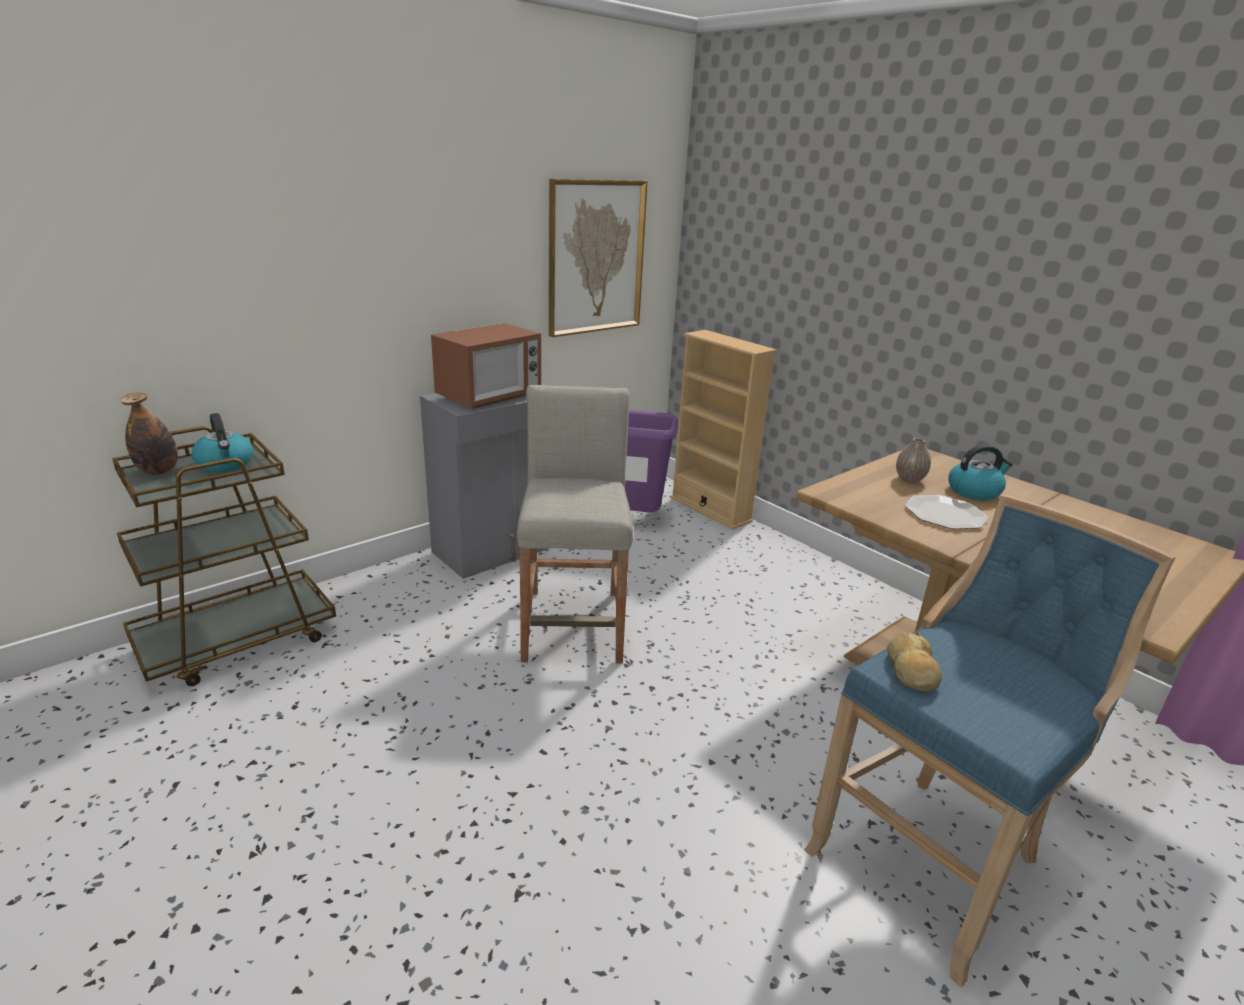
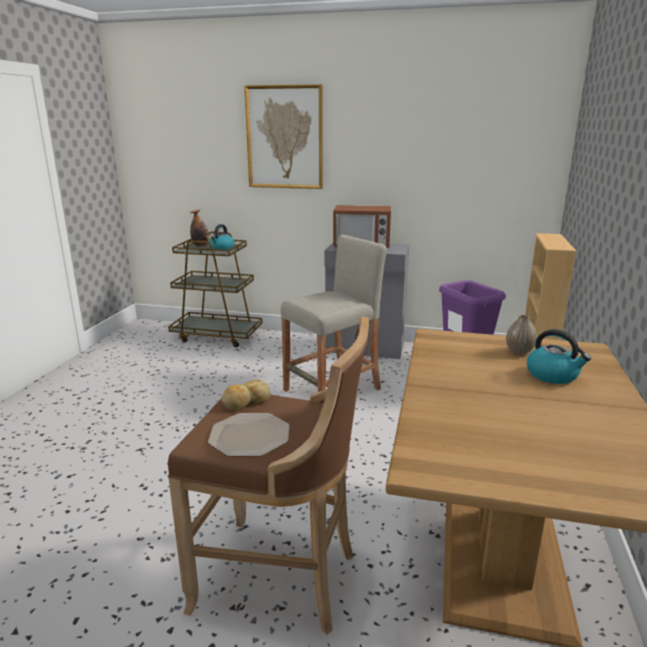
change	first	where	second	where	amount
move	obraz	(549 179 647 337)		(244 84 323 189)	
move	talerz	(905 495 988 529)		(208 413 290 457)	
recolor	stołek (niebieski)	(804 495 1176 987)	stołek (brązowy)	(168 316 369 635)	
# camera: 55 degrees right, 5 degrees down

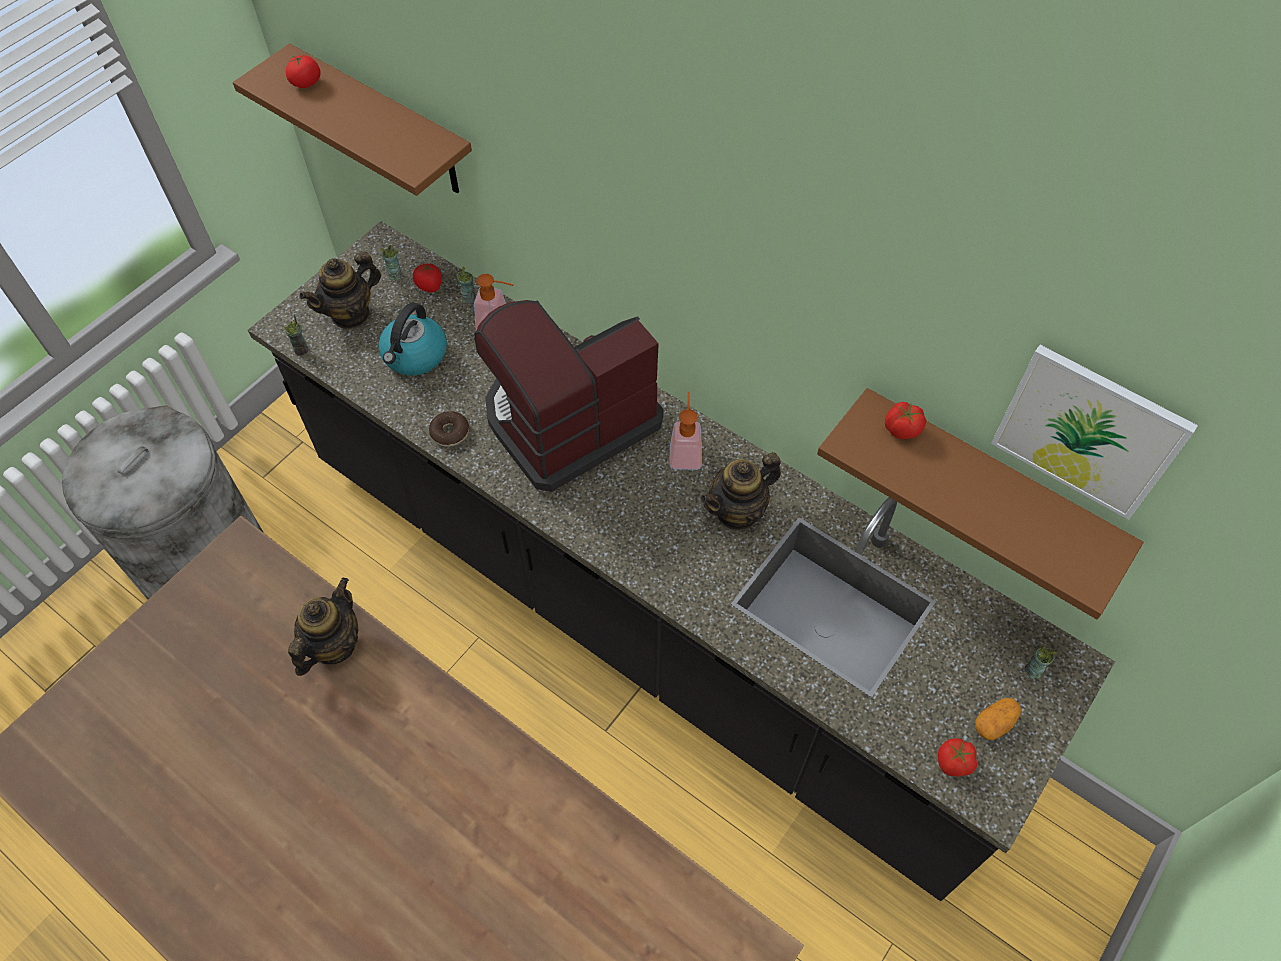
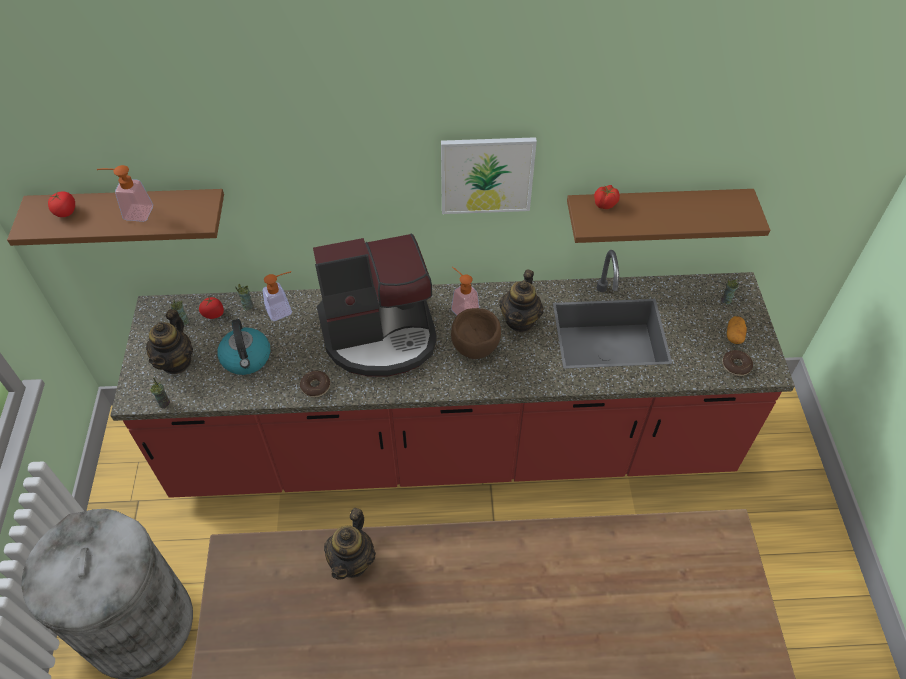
change	first	where	second	where	amount
insert			dozownik mydła	(97 165 153 222)	
insert			miska (brązowy)	(451 308 501 359)	
move	obraz	(991 345 1198 520)		(441 137 537 214)	
replace	pomidor	(938 738 977 777)	donut	(722 350 753 376)	
recolor	zabudowa kuchenna (czarny)	(248 221 1115 901)	zabudowa kuchenna (czerwony)	(110 250 795 498)	
rotate	imbryk	(288 578 358 676)		(324 508 376 580)	150 degrees counterclockwise
rotate	ekspres do kawy	(474 300 664 492)		(313 233 437 377)	120 degrees counterclockwise
# camera: 40 degrees left, 5 degrees down

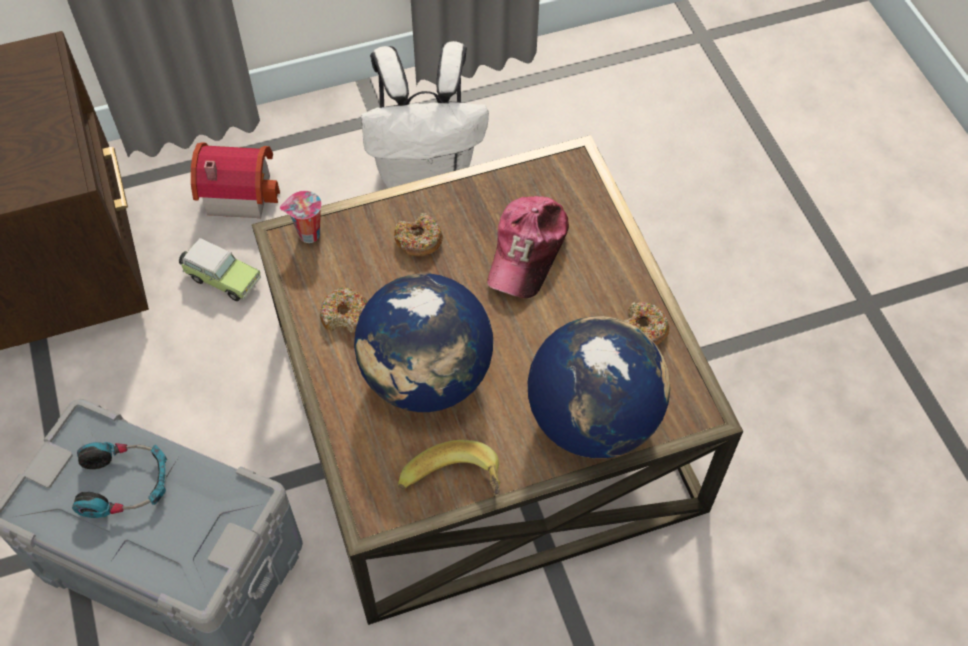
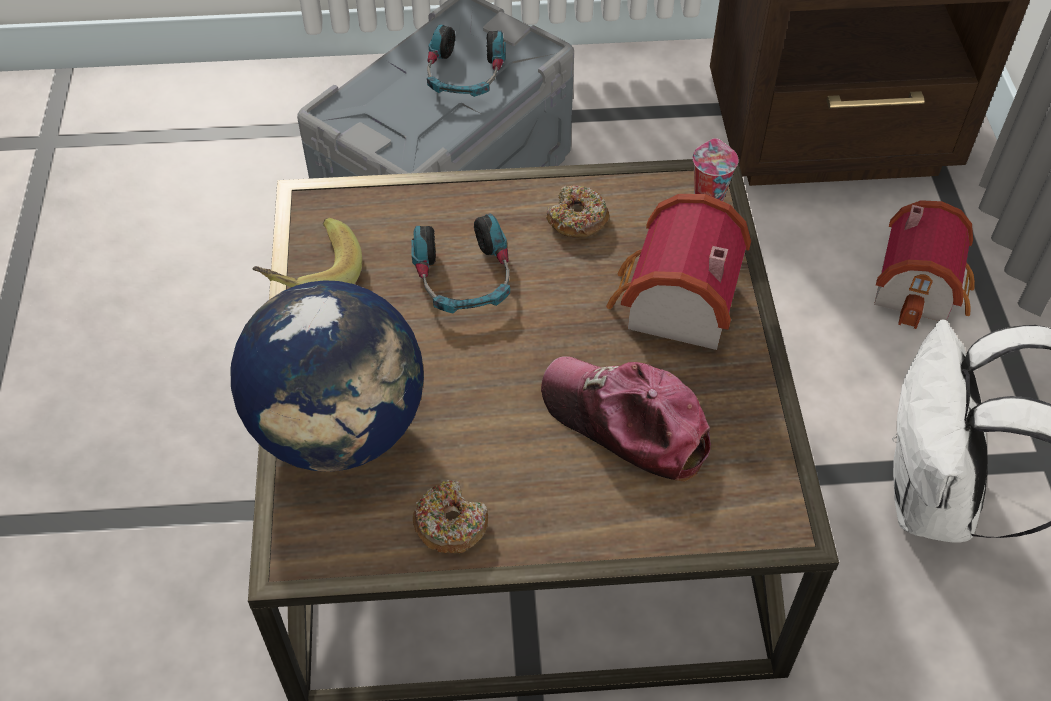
change	first	where	second	where	amount
delete	samochodzik	(179 238 261 301)			
replace	globus	(354 273 493 412)	słuchawki	(411 214 510 314)	
replace	donut	(394 213 443 257)	domek	(606 194 751 350)	
# camera: 105 degrees right, 5 degrees down

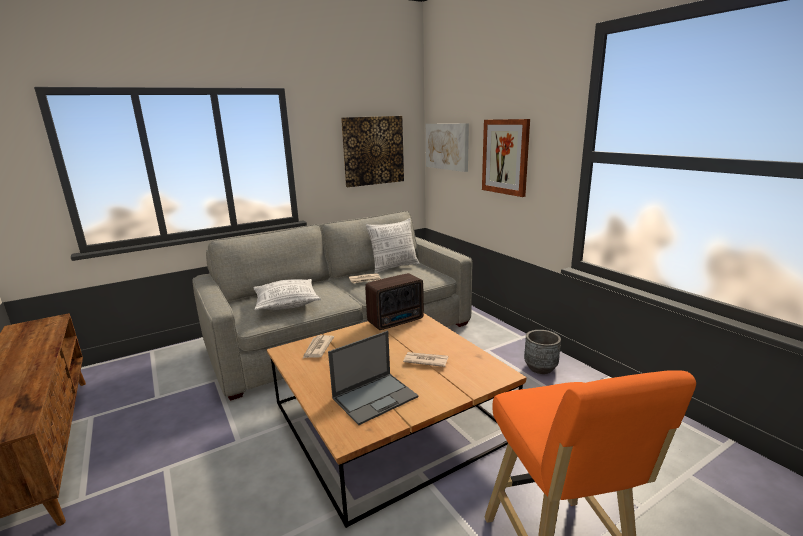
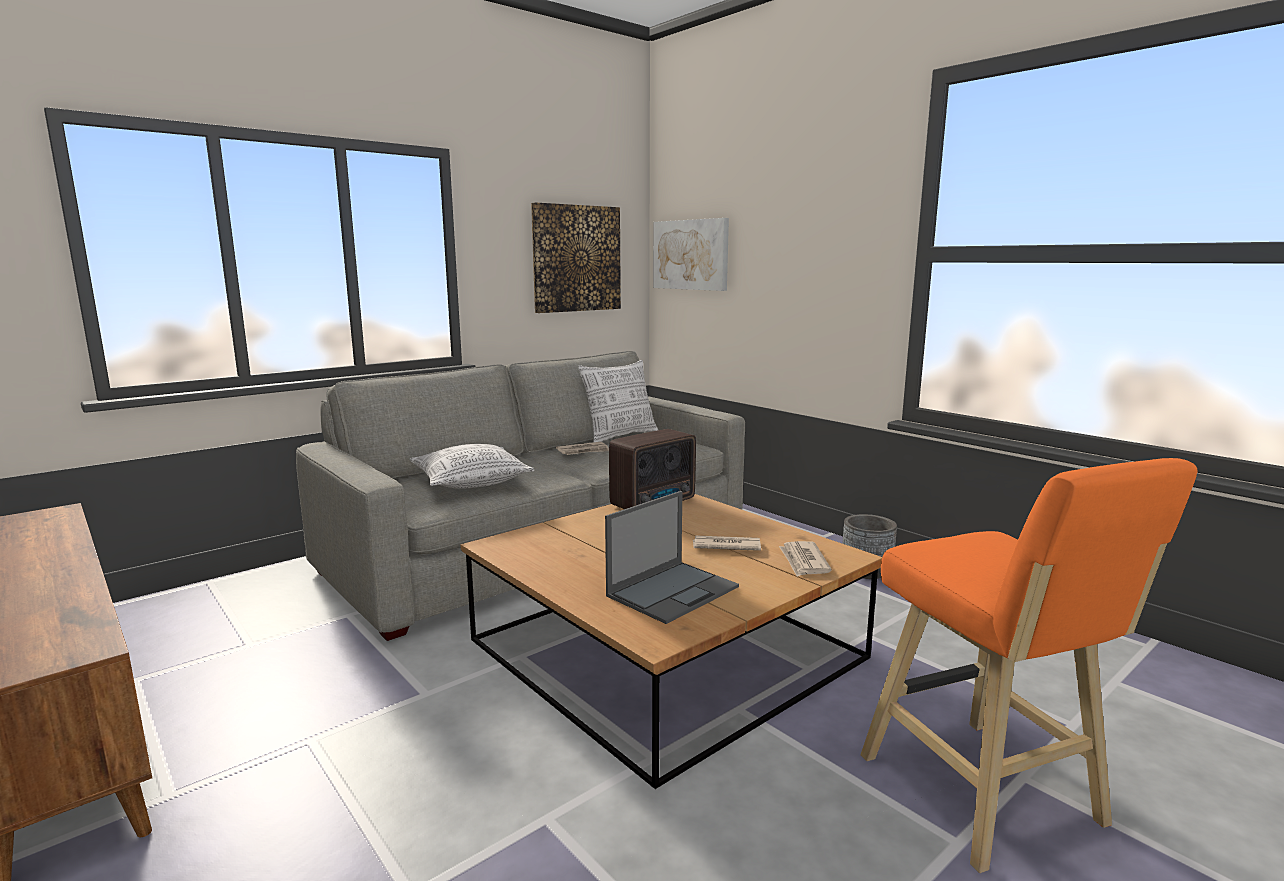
change	first	where	second	where	amount
delete	obraz	(482 119 530 197)			
move	gazeta	(303 335 334 358)		(779 541 832 577)	
# camera: 10 degrees left, 5 degrees down

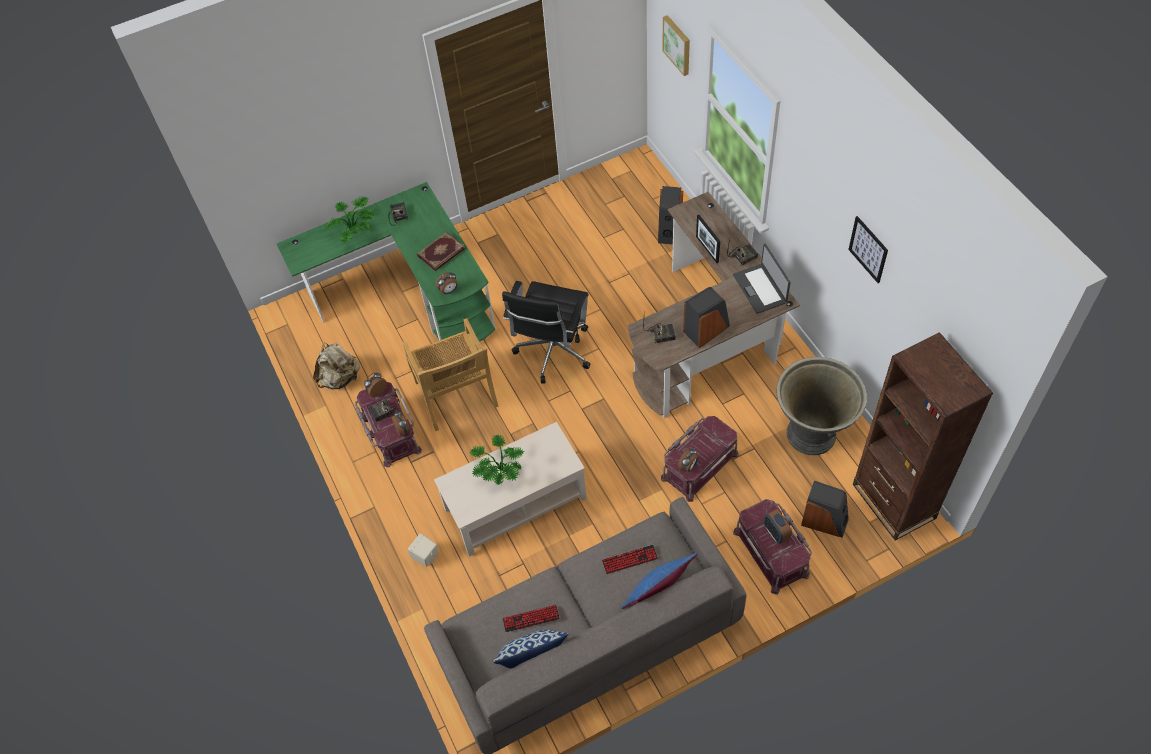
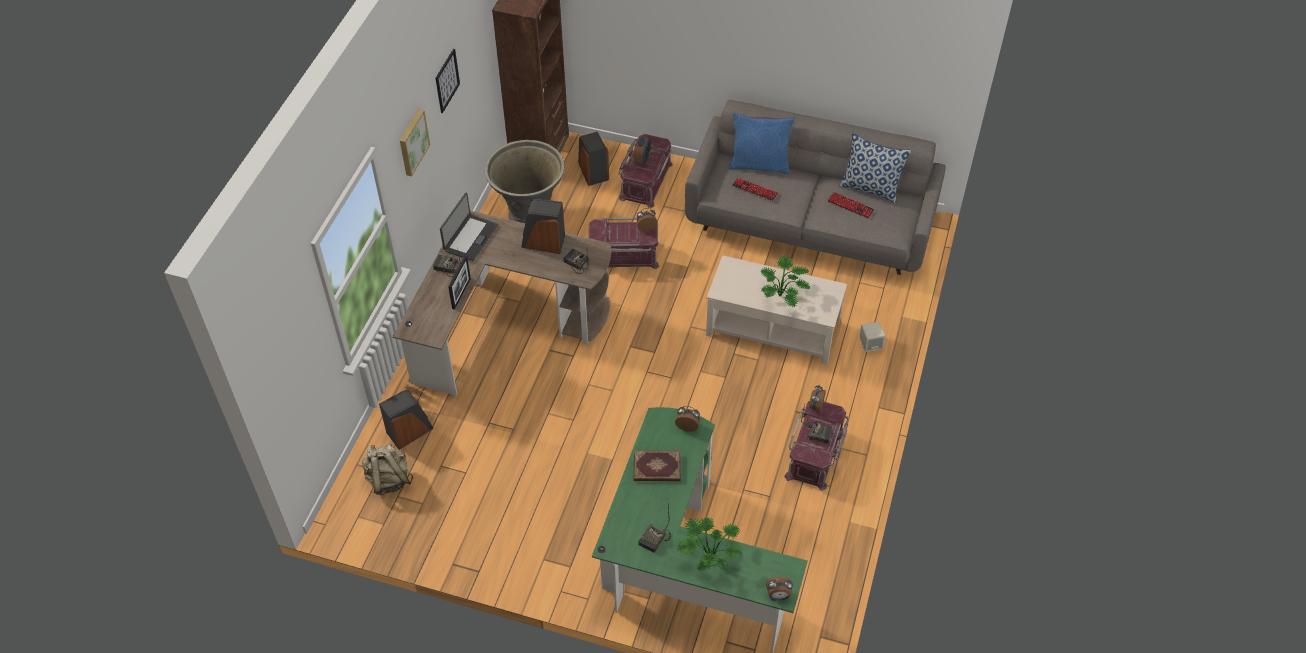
change	first	where	second	where	amount
delete	krzesło (beżowy)	(402 318 499 431)			
delete	krzesło biurowe (czarny)	(502 281 590 384)			
move	plecak (beżowy)	(313 342 360 389)		(362 444 413 495)	
move	budzik	(364 372 387 397)		(766 577 793 600)	
move	obraz	(662 15 690 76)		(400 109 430 176)	
# camera: 140 degrees left, 5 degrees down

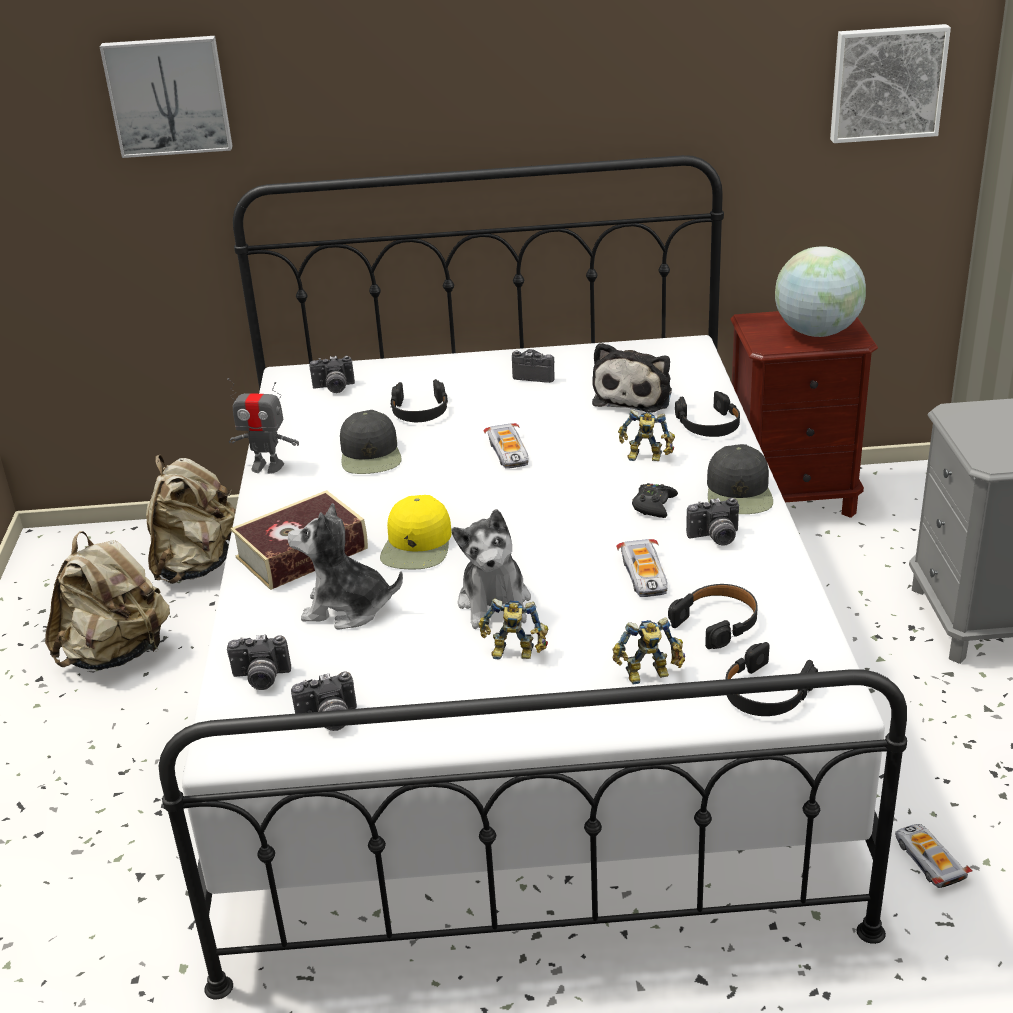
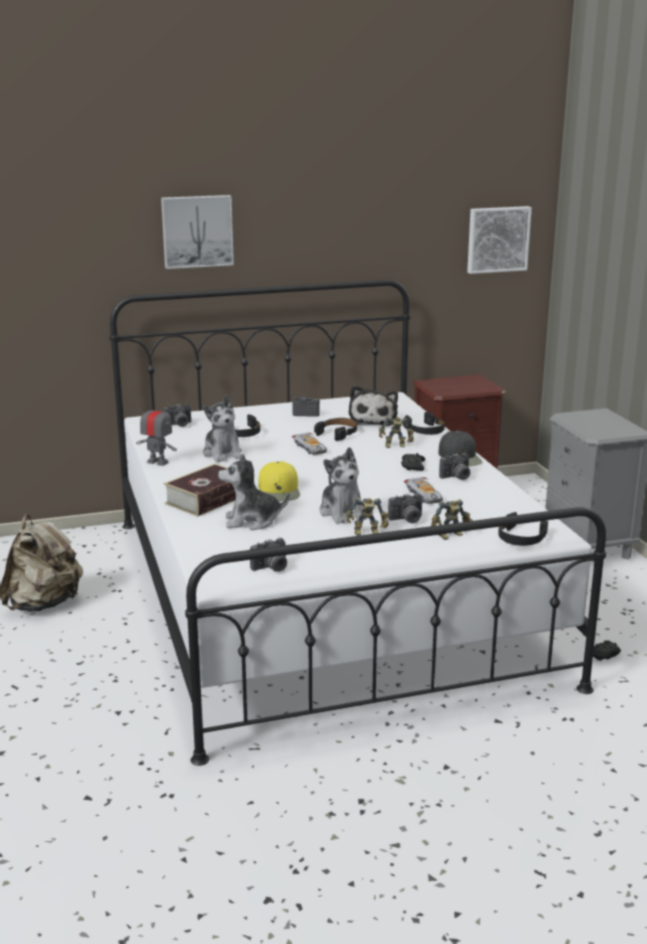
change	first	where	second	where	amount
delete	plecak (beżowy)	(146 455 236 584)			
delete	globus	(775 246 866 337)			
move	obraz	(99 36 233 158)		(161 195 234 269)	
move	aparat fotograficzny	(227 634 291 690)		(388 493 422 523)	
move	słuchawki (czarny)	(668 584 758 649)		(314 418 357 441)	
replace	czapka z daszkiem (czarny)	(340 410 401 474)	pluszak	(203 395 242 462)	
replace	samochodzik	(895 824 972 888)	pad do gier (czarny)	(593 640 621 660)	
rotate	robot zabawkowy	(227 378 299 474)		(136 400 177 466)	150 degrees counterclockwise
# camera: 15 degrees left, 10 degrees down

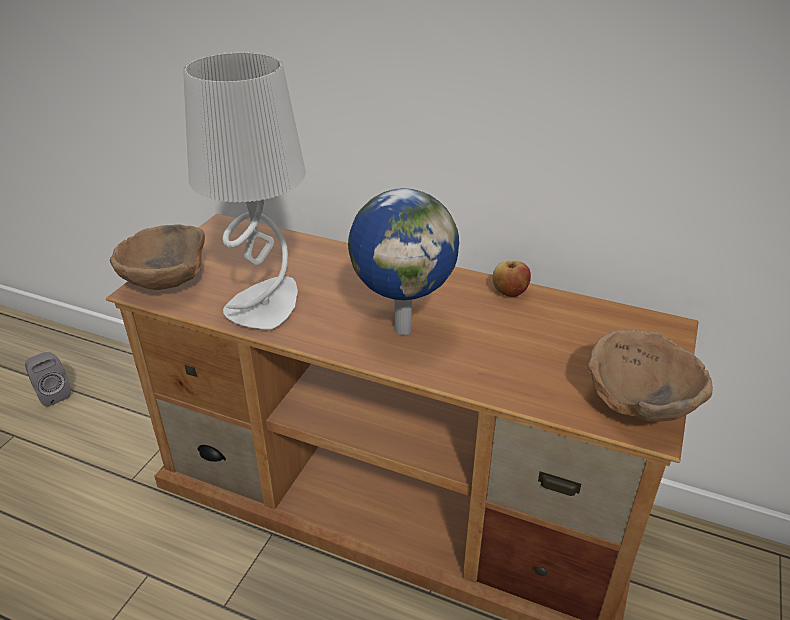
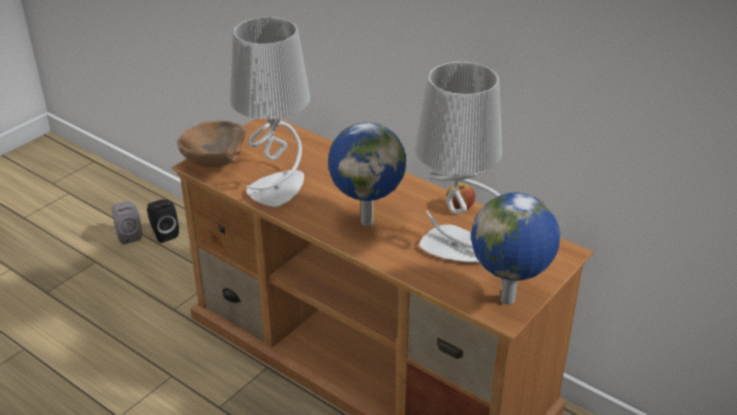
change	first	where	second	where	amount
insert			głośnik (czarny)	(147 199 179 243)	
insert			lampa stołowa (szary)	(415 61 502 262)	
replace	miska (brązowy)	(587 329 713 422)	globus	(471 192 560 305)	
# camera: 15 degrees right, 0 degrees up

